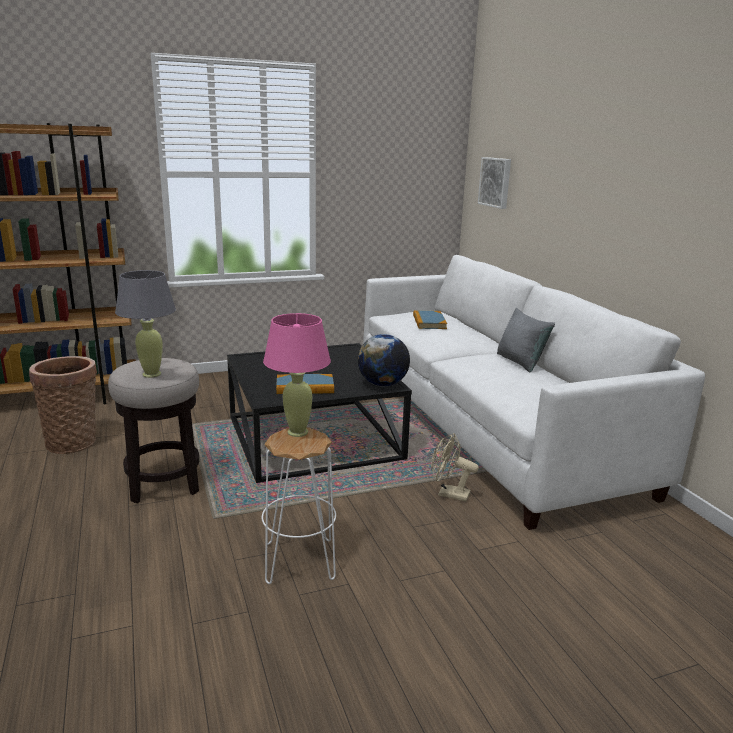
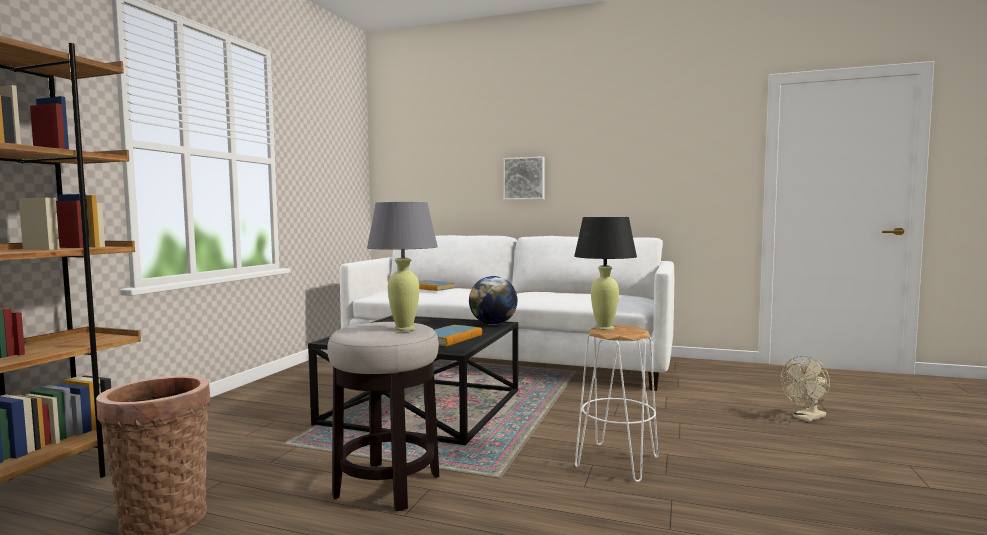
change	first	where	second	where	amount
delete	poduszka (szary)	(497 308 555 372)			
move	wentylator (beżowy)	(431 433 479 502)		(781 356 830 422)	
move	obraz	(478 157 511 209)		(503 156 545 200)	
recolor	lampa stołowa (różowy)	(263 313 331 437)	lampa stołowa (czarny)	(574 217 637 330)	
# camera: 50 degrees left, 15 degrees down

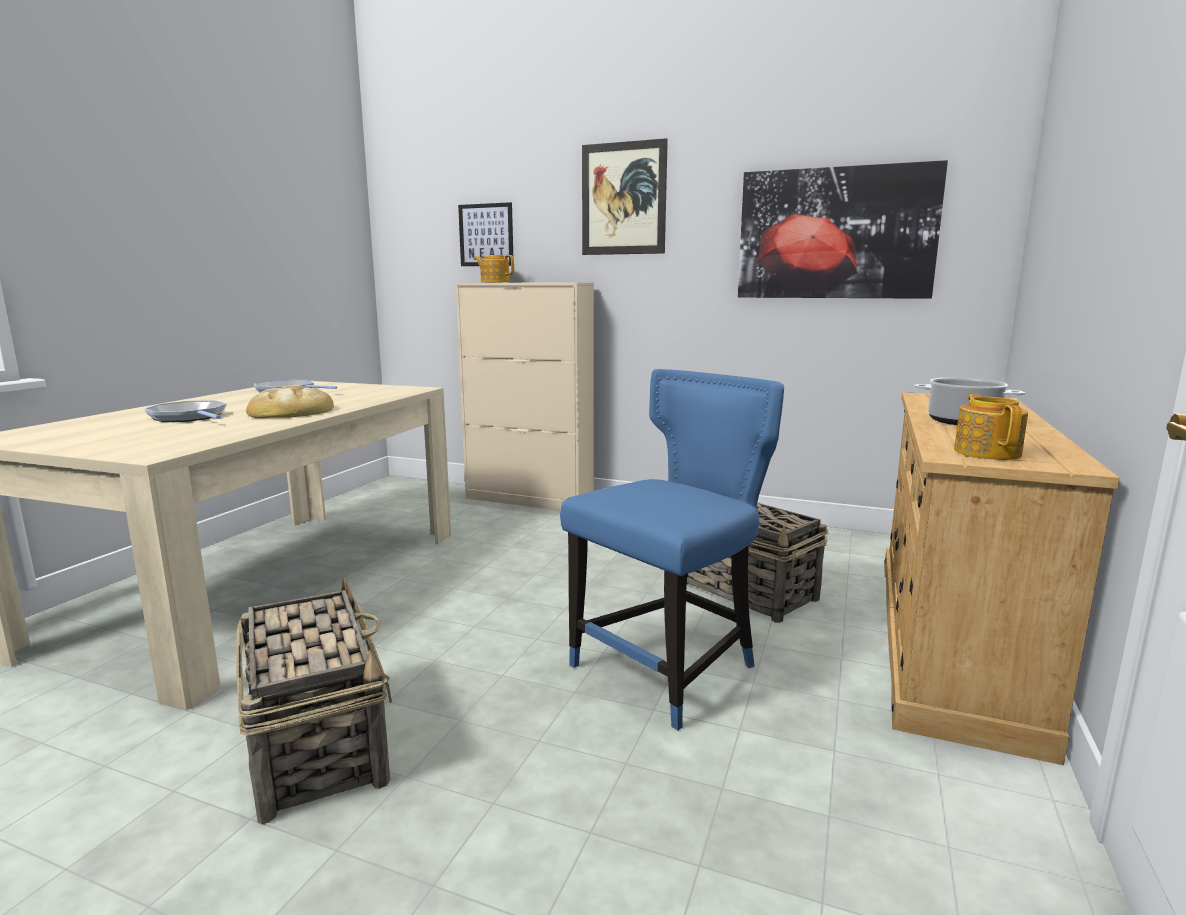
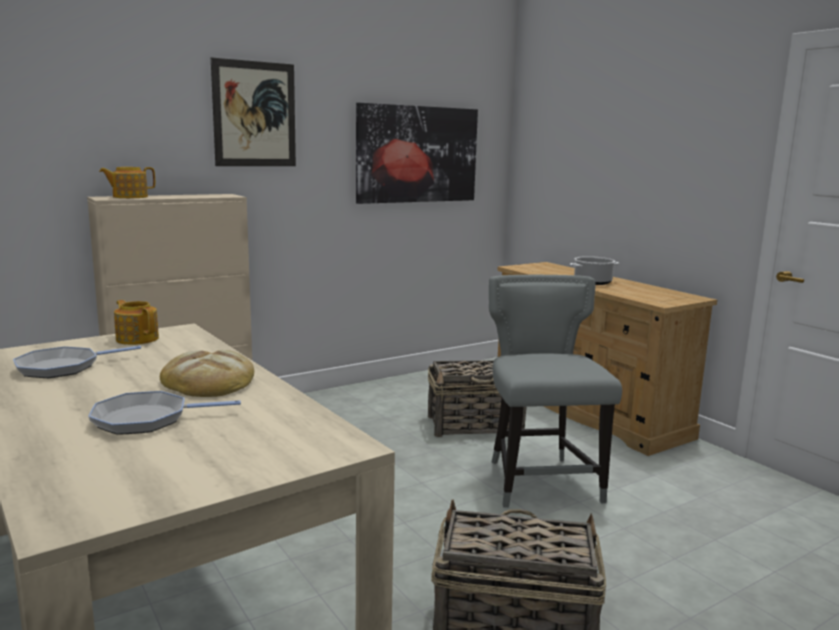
change	first	where	second	where	amount
delete	obraz	(458 202 513 266)			
move	imbryk	(954 394 1028 460)		(114 300 159 345)	
recolor	krzesło (niebieski)	(560 369 784 730)	krzesło (szary)	(489 275 622 508)	
# camera: 55 degrees left, 0 degrees up

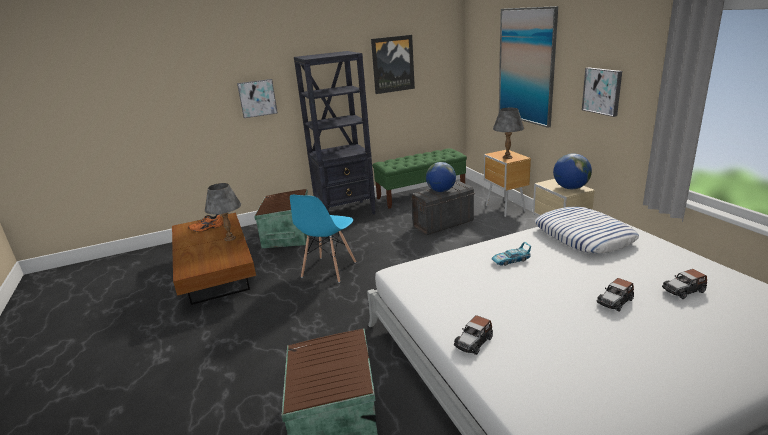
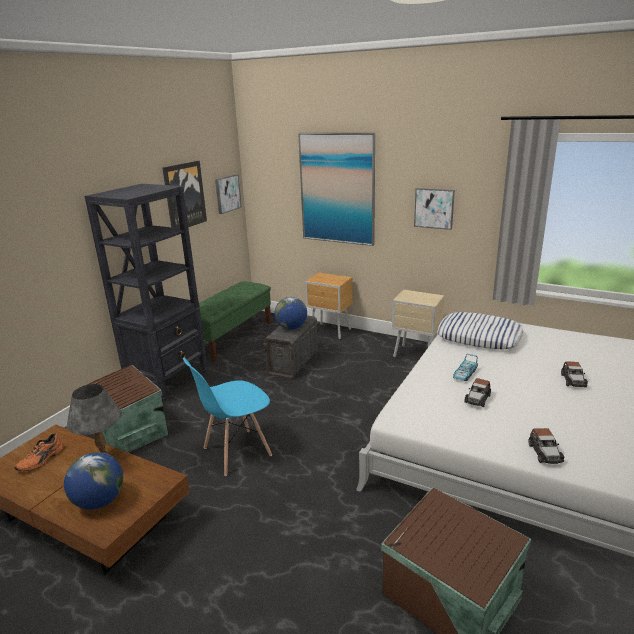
change	first	where	second	where	amount
delete	lampa stołowa (szary)	(493 108 524 159)			
move	obraz	(237 79 278 118)		(215 174 242 214)	
move	globus	(553 153 592 189)		(64 452 123 510)	
move	samochodzik	(662 269 707 299)		(464 378 491 407)	
rotate	krzesło (niebieski)	(290 195 356 283)		(183 358 272 476)	75 degrees clockwise
# camera: 40 degrees left, 0 degrees up

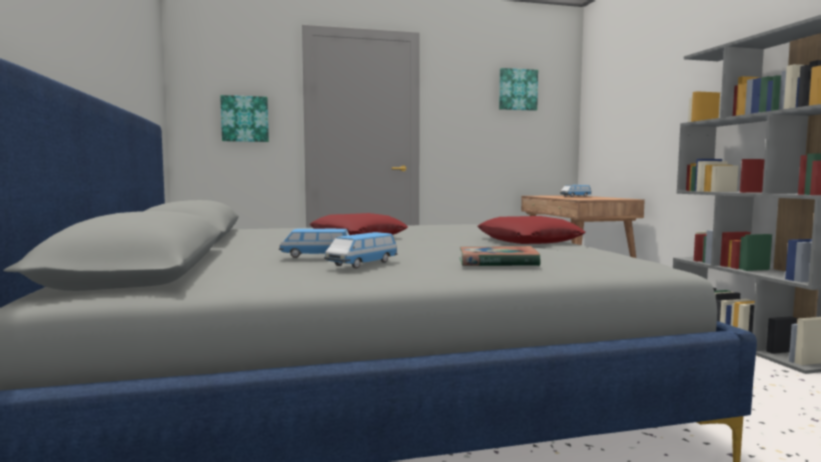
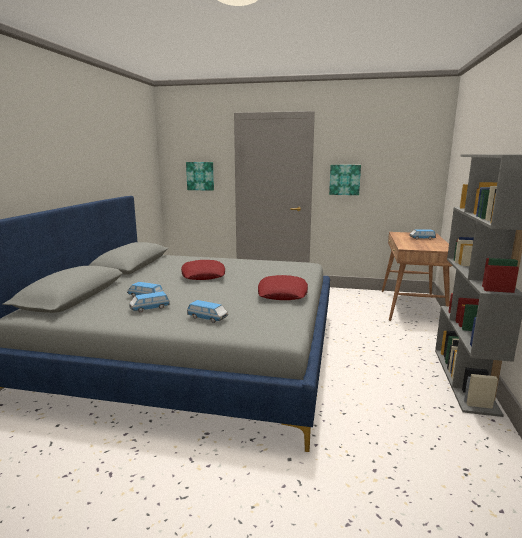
change	first	where	second	where	amount
move	obraz	(499 68 538 111)		(329 165 361 195)	
replace	książka	(459 246 540 266)	samochodzik	(187 300 228 323)	
# camera: 25 degrees right, 10 degrees up

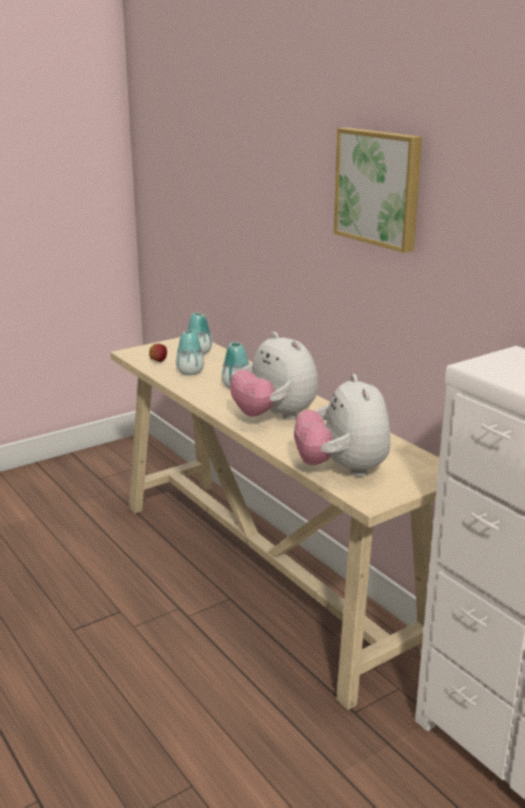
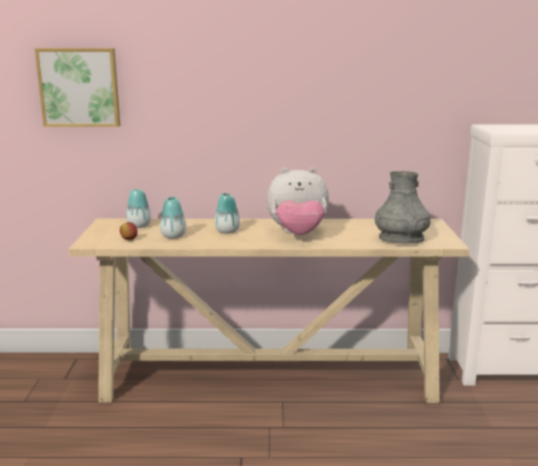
change	first	where	second	where	amount
move	obraz	(334 128 422 253)		(35 48 120 127)	
replace	pluszak	(294 374 391 477)	wazon (szary)	(375 171 430 244)	
# camera: 55 degrees left, 5 degrees down

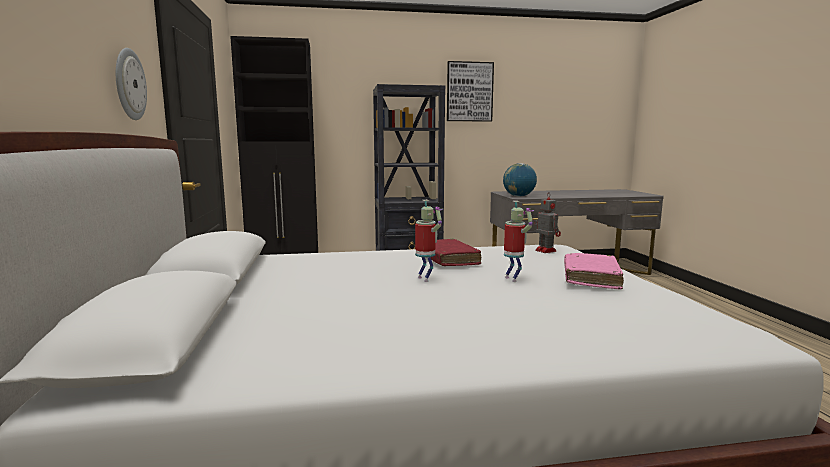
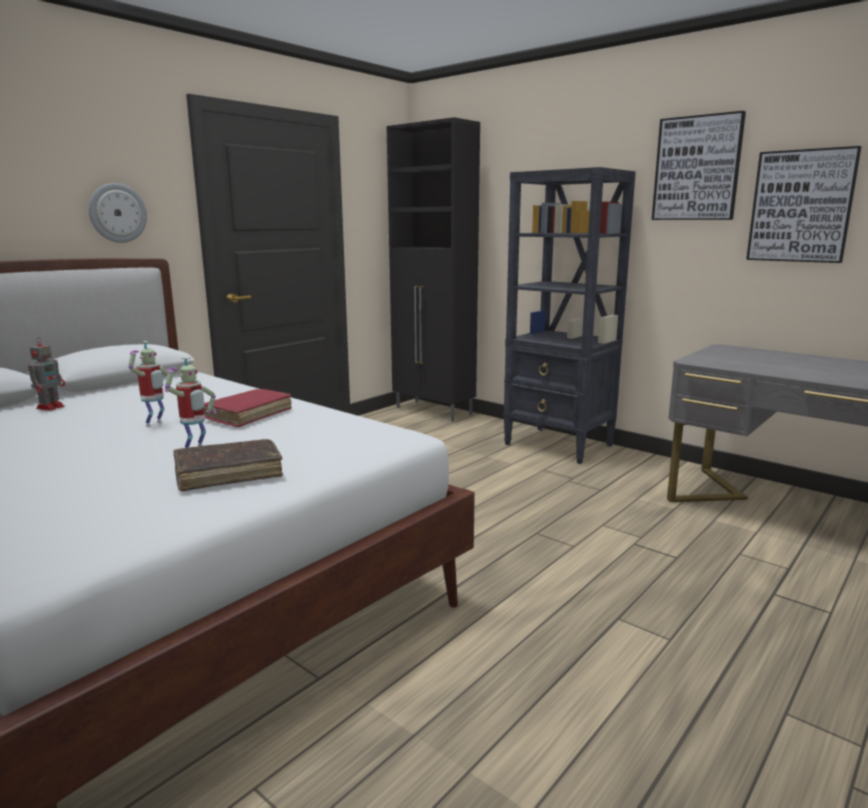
change	first	where	second	where	amount
delete	globus	(503 163 537 197)			
insert			obraz	(746 146 861 263)	
move	robot zabawkowy	(534 194 561 253)		(28 337 65 411)	
recolor	książka (różowy)	(564 253 624 289)	książka (brązowy)	(173 439 283 491)	
# camera: 50 degrees right, 5 degrees up

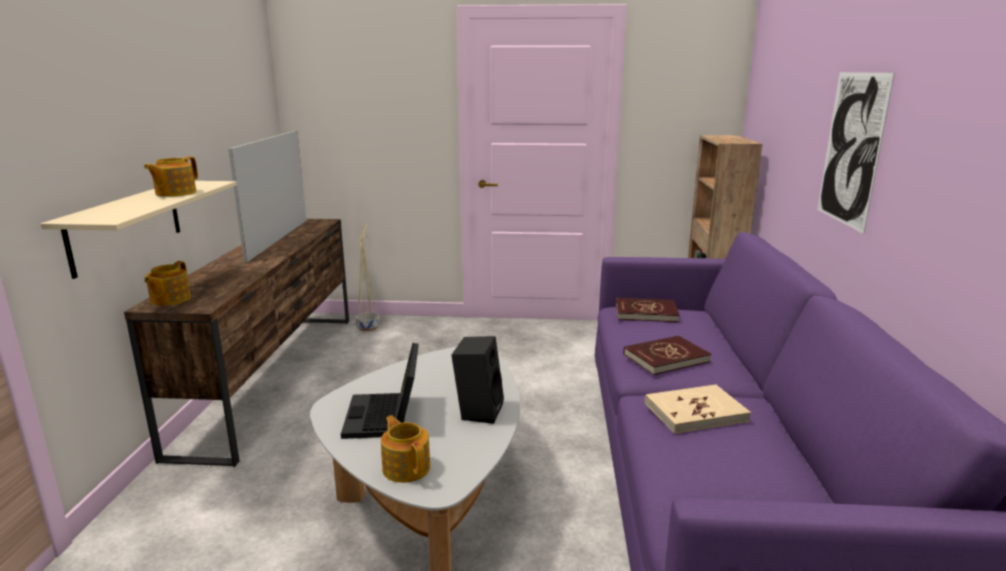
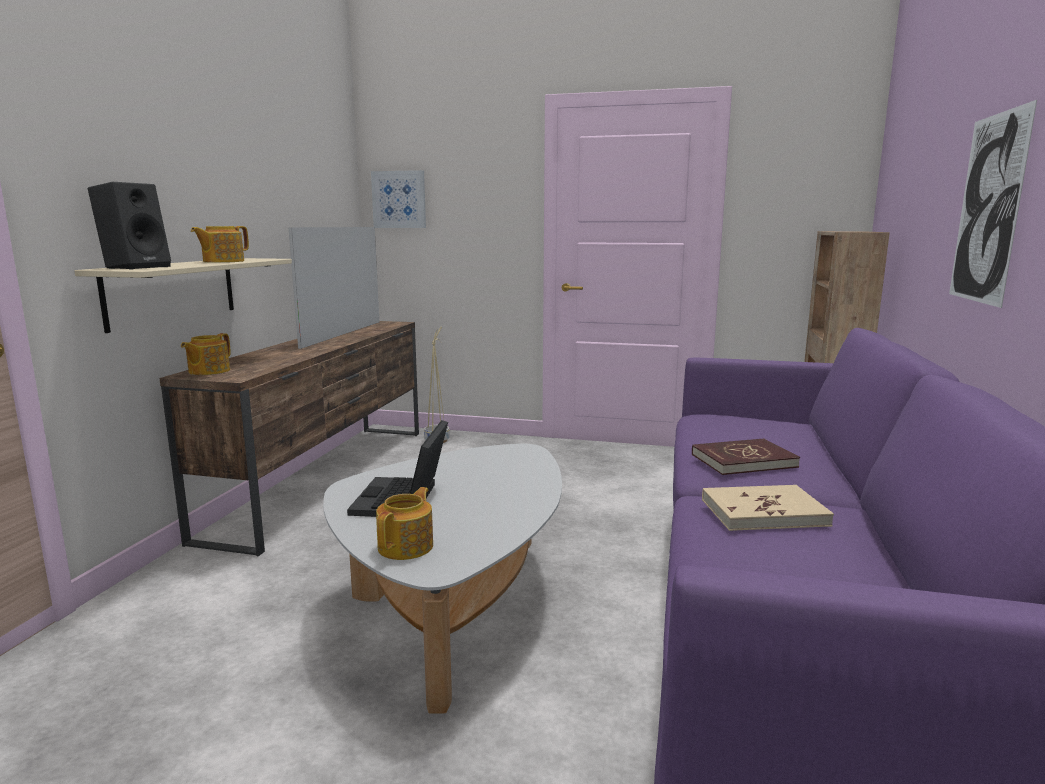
change	first	where	second	where	amount
delete	książka (czerwony)	(616 298 680 322)			
insert			obraz	(371 170 426 228)	
move	głośnik (czarny)	(451 336 504 424)		(88 182 171 269)	
rotate	imbryk	(381 415 430 483)		(376 487 433 560)	45 degrees clockwise
# camera: 10 degrees right, 5 degrees down

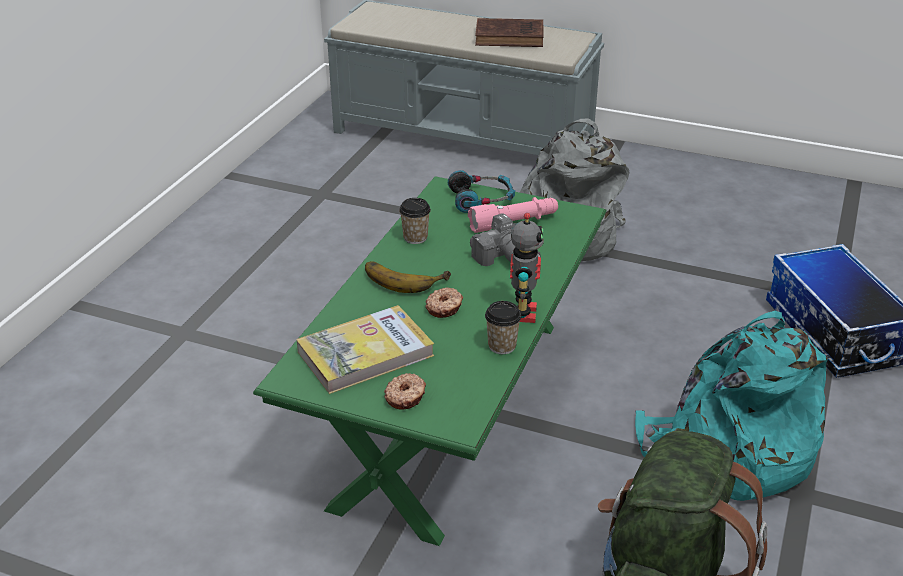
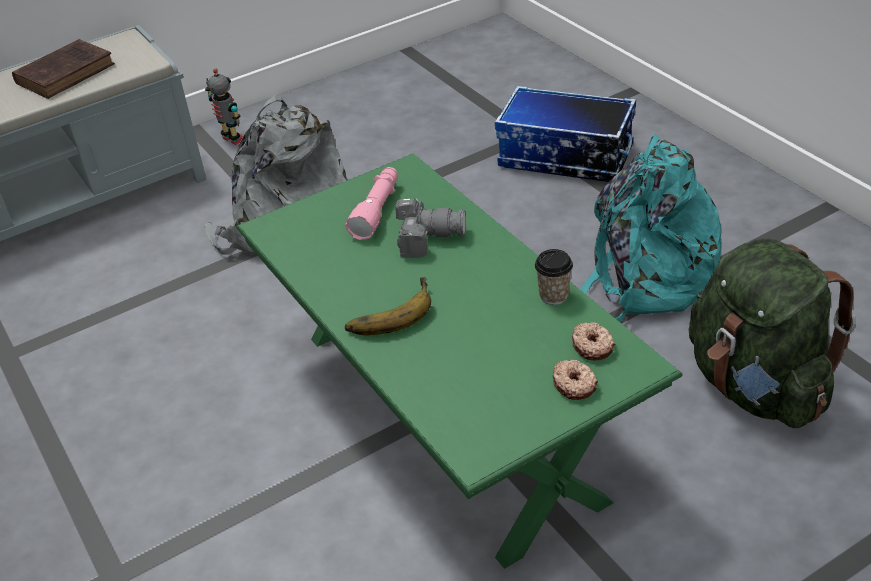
change	first	where	second	where	amount
delete	książka	(297 305 434 394)			
delete	filiżanka	(399 198 431 244)			
delete	słuchawki	(448 170 515 213)			
move	donut	(425 287 463 318)		(572 322 615 361)	
move	robot zabawkowy	(510 213 544 323)		(205 68 243 145)	
# camera: 50 degrees left, 5 degrees up

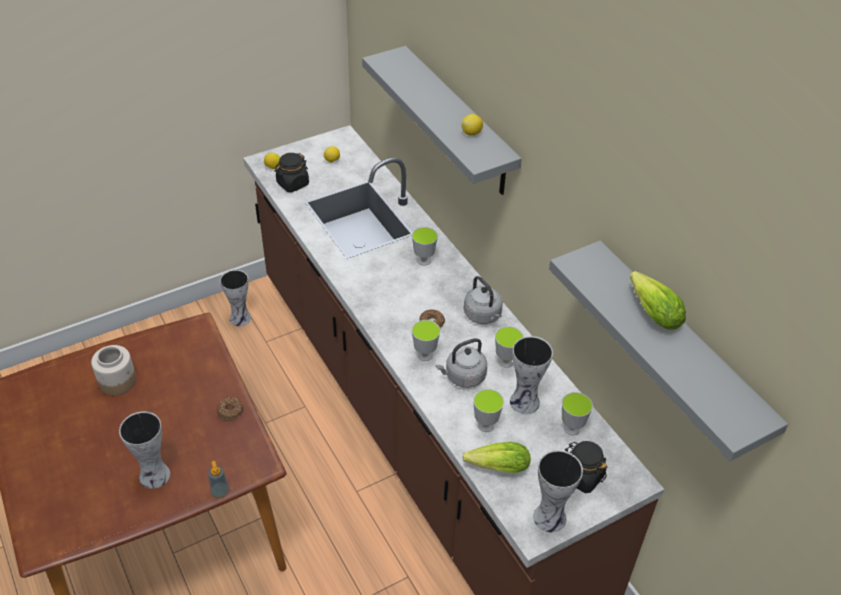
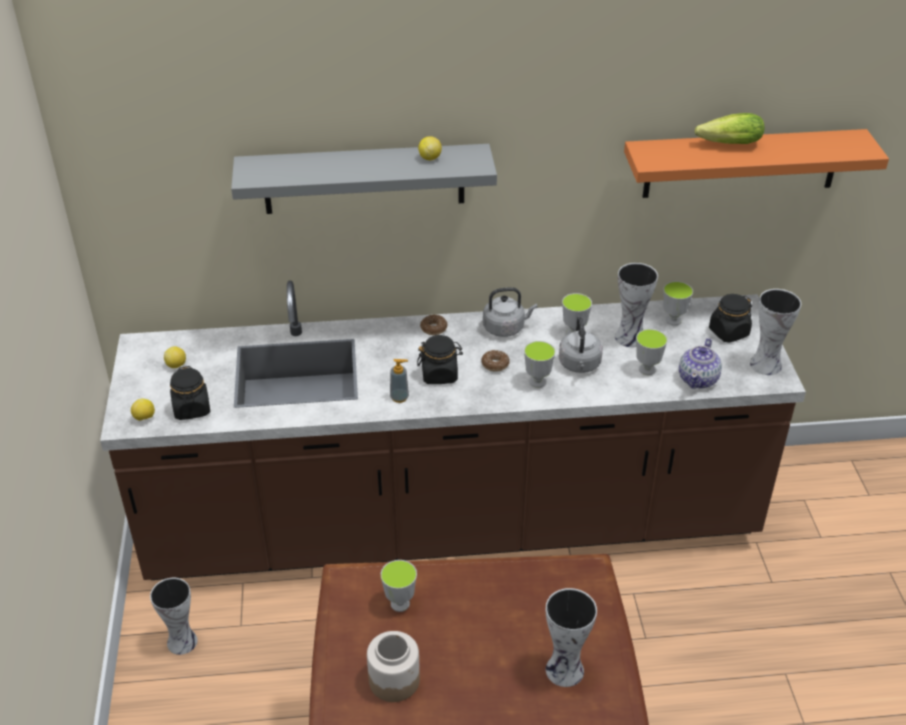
change	first	where	second	where	amount
insert			słoik (czarny)	(417 335 463 384)	
move	dozownik mydła	(208 461 229 498)		(390 359 409 403)	
move	donut	(217 398 243 420)		(420 315 448 335)	
move	filiżanka	(412 227 438 266)		(381 560 417 612)	
replace	sałata	(463 442 531 473)	imbryk	(679 338 722 389)	
recolor	półka (szary)	(549 240 788 461)	półka (pomarańczowy)	(624 129 889 198)	
# camera: 65 degrees left, 5 degrees down

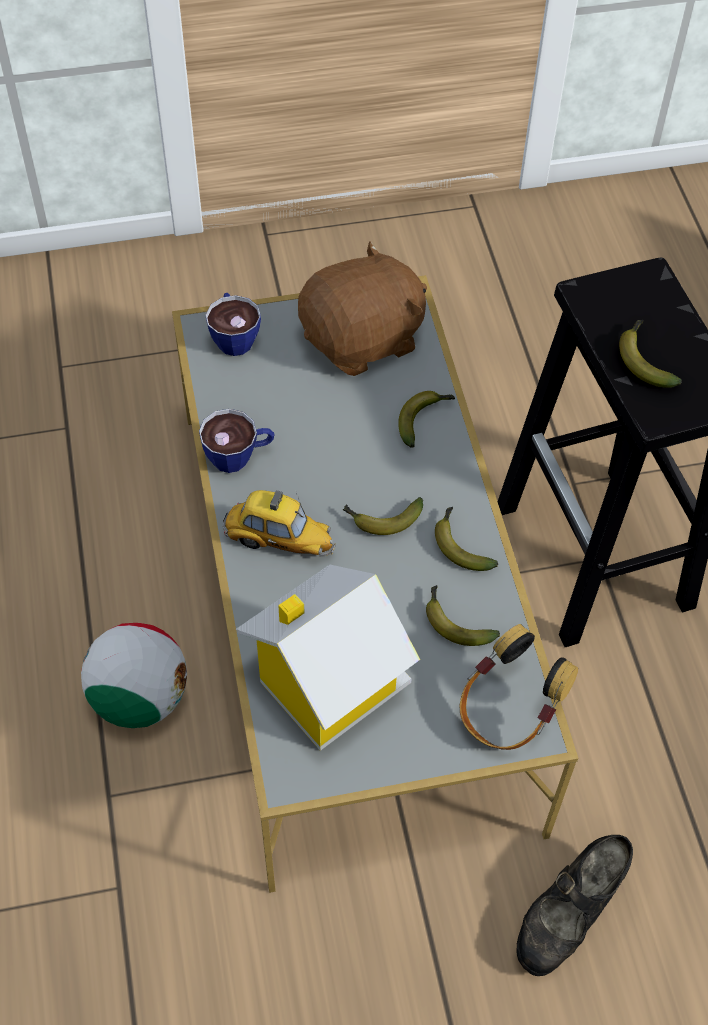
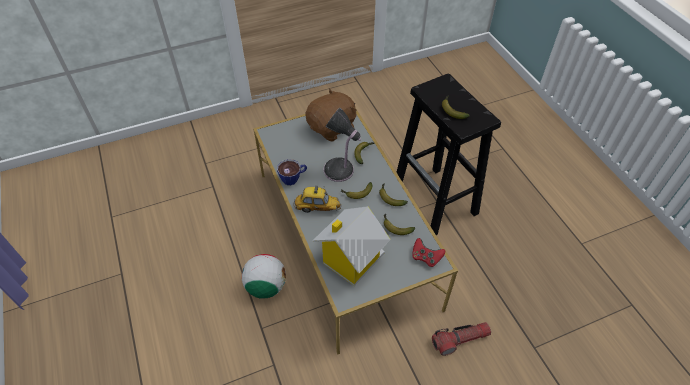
change	first	where	second	where	amount
delete	filiżanka	(205 293 261 356)			
insert			lampa stołowa	(323 108 361 182)	
replace	słuchawki	(460 624 578 750)	pad do gier (czerwony)	(412 238 445 267)	
replace	but (czarny)	(516 835 633 976)	latarka	(432 322 491 356)	
# camera: 10 degrees left, 5 degrees down

